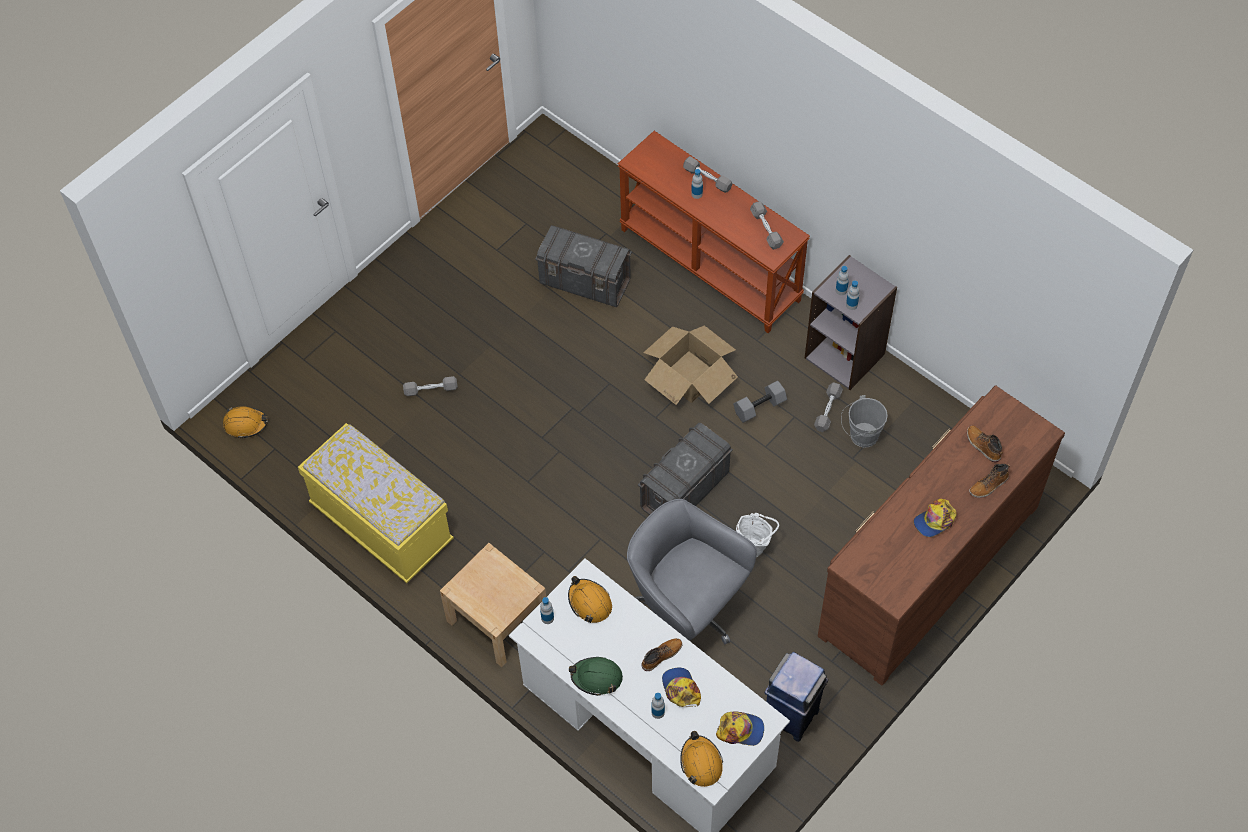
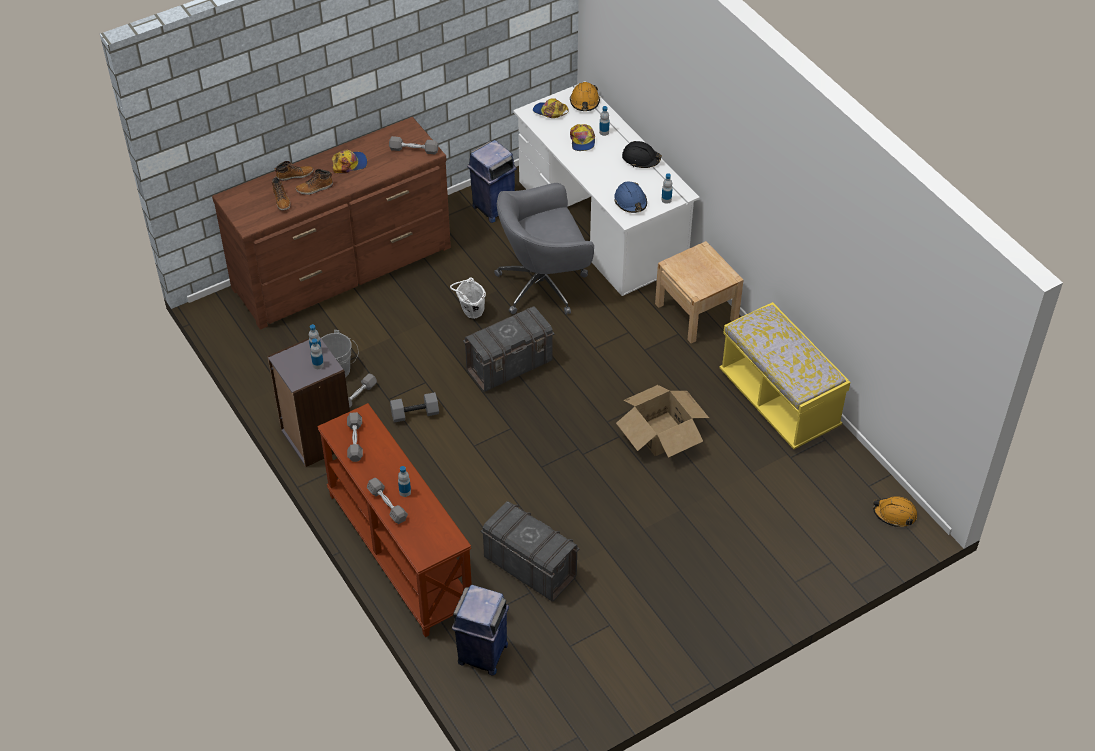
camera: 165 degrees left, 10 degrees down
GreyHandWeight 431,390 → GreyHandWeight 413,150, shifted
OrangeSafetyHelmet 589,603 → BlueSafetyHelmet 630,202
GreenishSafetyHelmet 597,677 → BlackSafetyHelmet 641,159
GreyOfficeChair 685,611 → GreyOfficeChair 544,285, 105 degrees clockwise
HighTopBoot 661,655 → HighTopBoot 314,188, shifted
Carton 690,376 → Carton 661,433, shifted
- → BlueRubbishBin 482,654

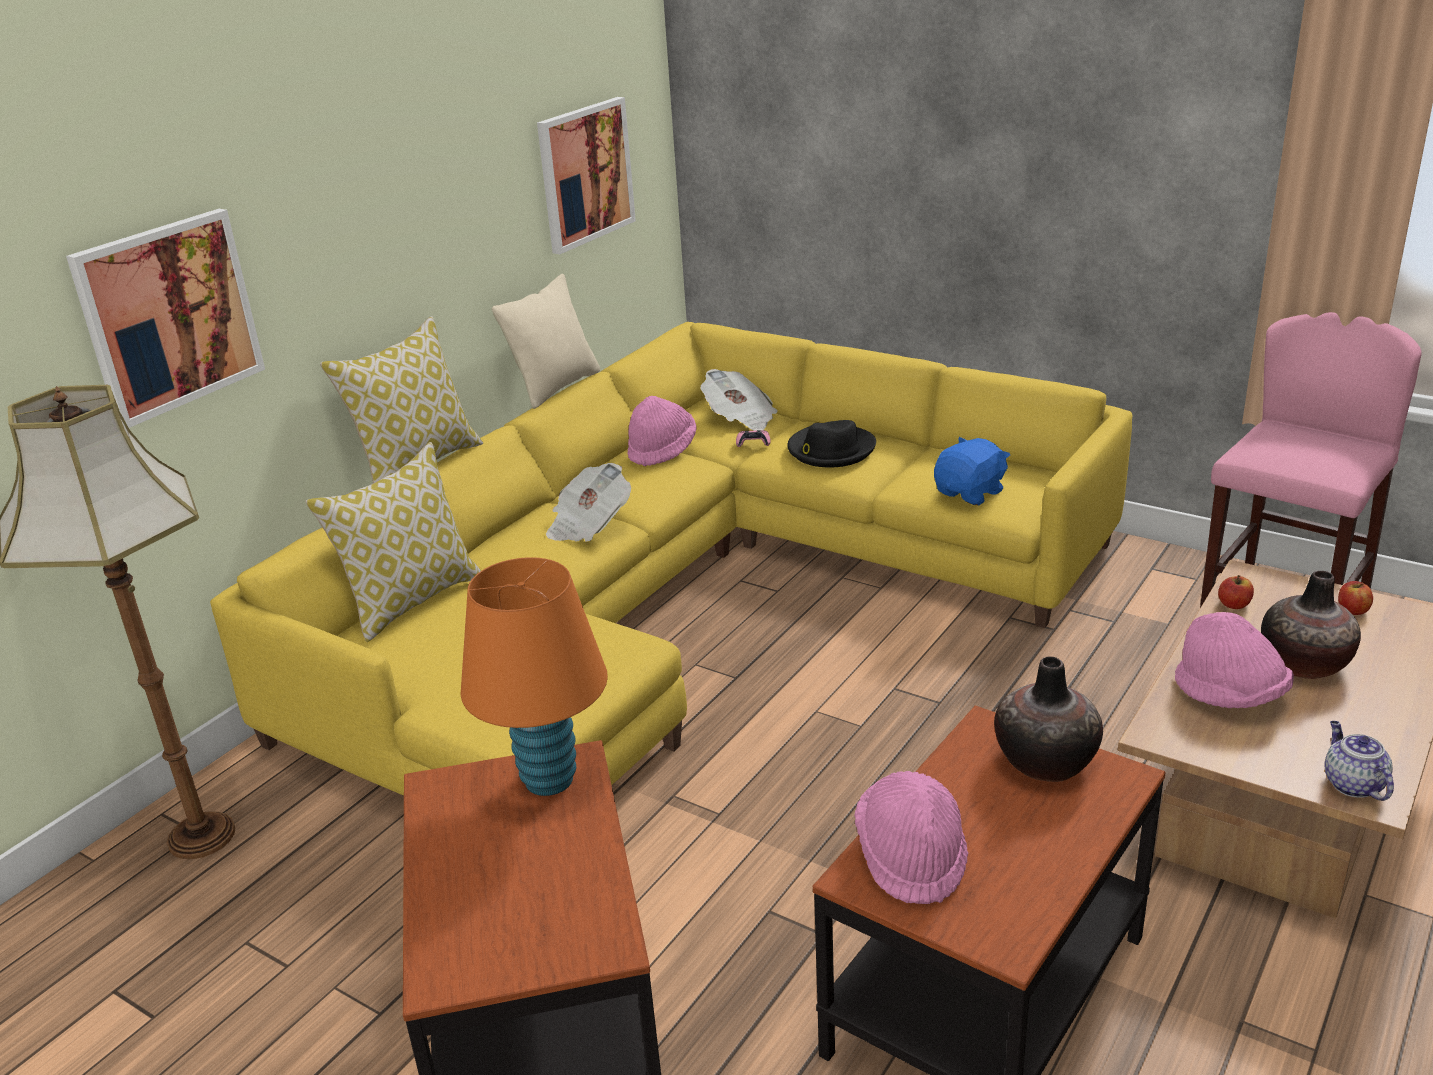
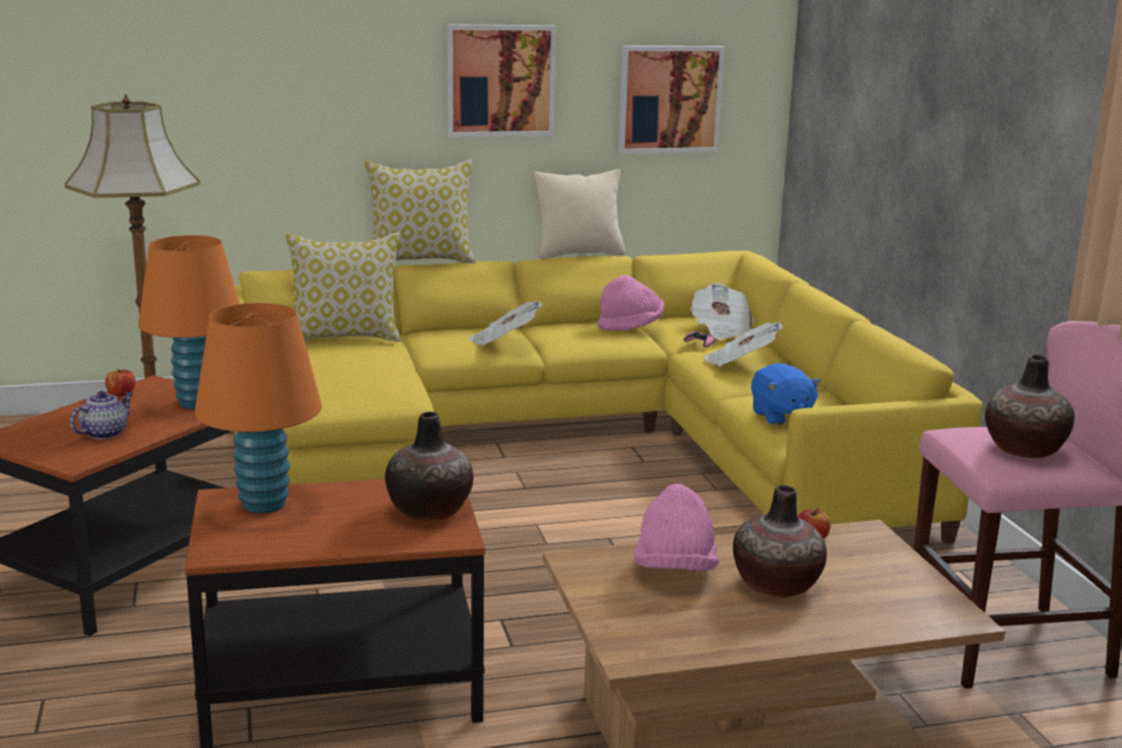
camera: 40 degrees right, 10 degrees down
WallArt 169,316 → WallArt 500,80, shifted
BlackWearableHat 830,450 → DailyPaper 740,363
PinkishWearableHat 911,857 → OrangeTableLamp 263,504
BlueSoftToy 970,493 → BlueSoftToy 781,416, 75 degrees clockwise
PotForTea 1352,784 → PotForTea 105,433, shifted
Apple 1352,610 → Apple 121,394, shifted
- → FlowerVase 1024,449

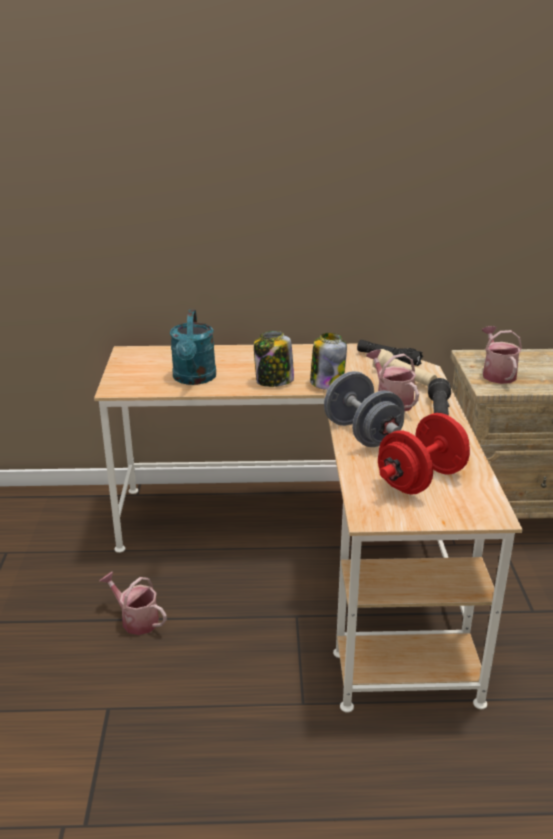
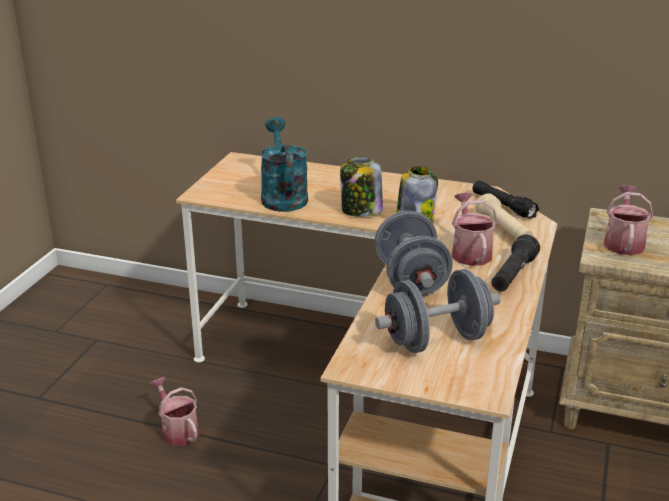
camera: 20 degrees right, 0 degrees up
TurquoiseColouredWateringCan 194,379 → TurquoiseColouredWateringCan 282,196, 150 degrees clockwise
RedHandWeight 421,480 → GreyHandWeight 436,340

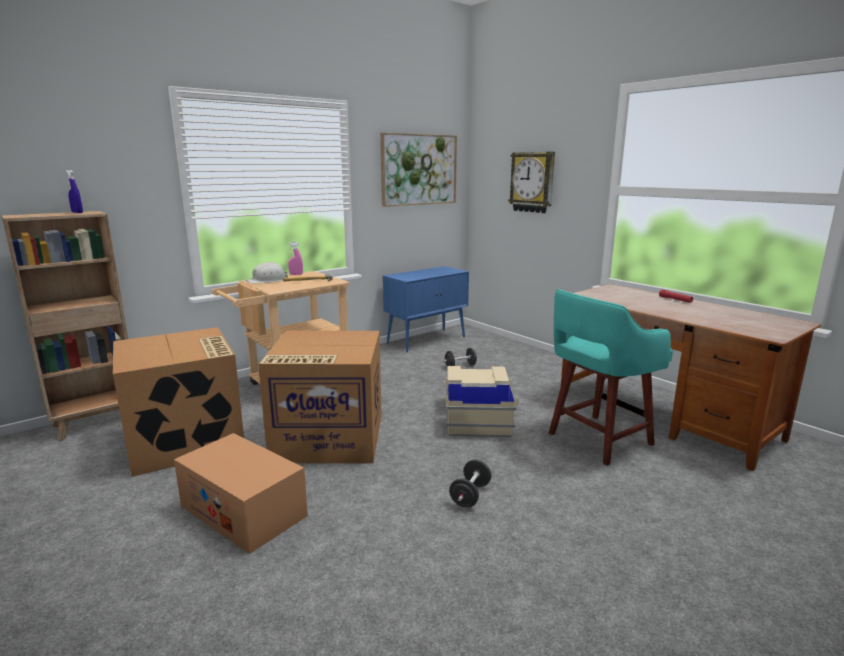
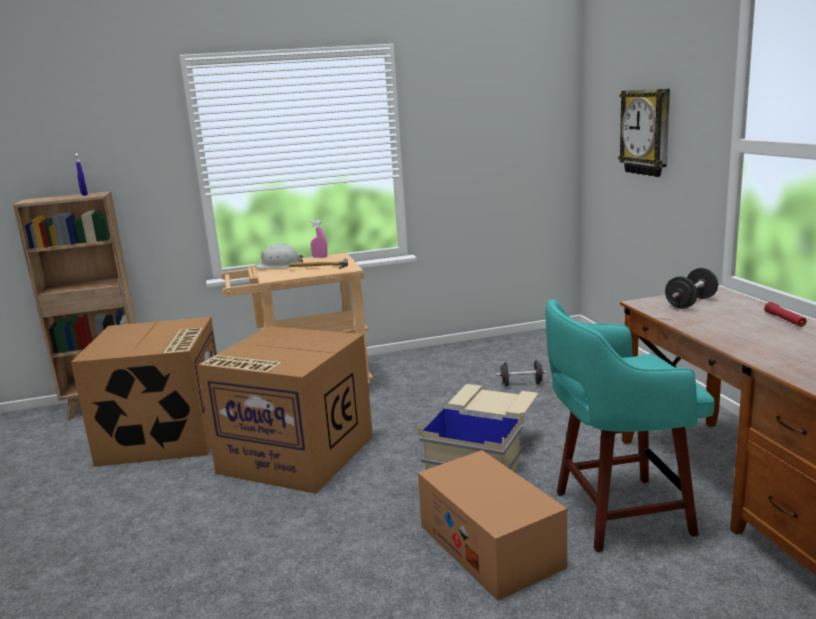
camera: 25 degrees right, 0 degrees up
Carton 243,511 → Carton 490,546, shifted
WallArt 419,170 → -
BlueCupboard 427,340 → -
BlackHandWeight 470,495 → BlackHandWeight 690,303, shifted

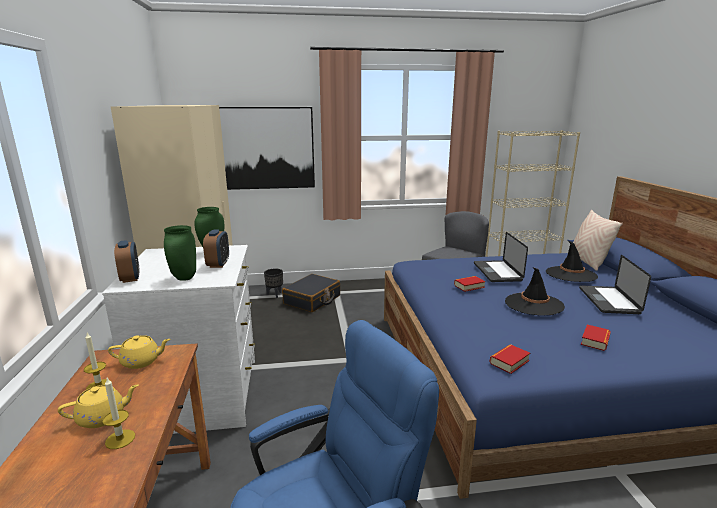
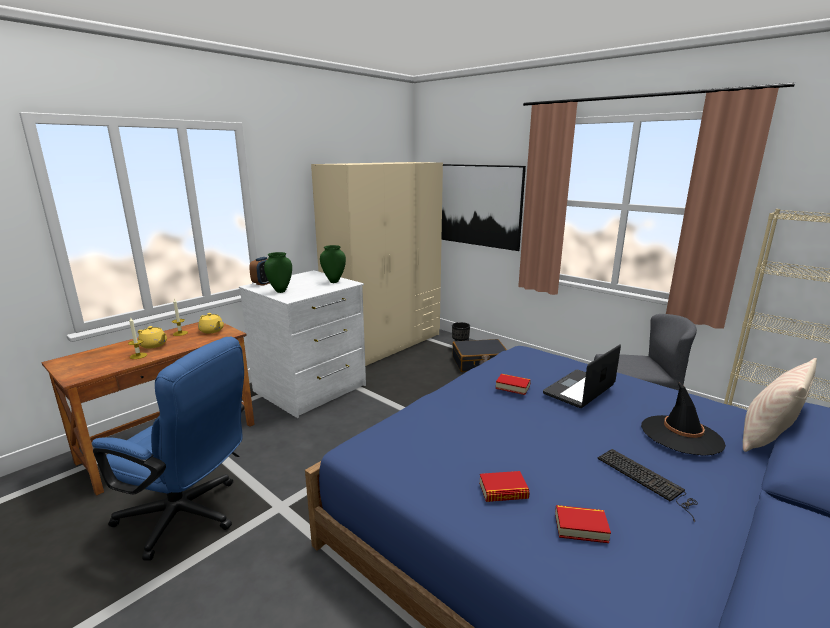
camera: 50 degrees right, 0 degrees up
BedsideClock 218,264 → -
Volume 509,362 → Volume 581,527, shifted
BlackWearableHat 533,304 → -
Laptop 608,300 → ComputerKeyboard 647,480

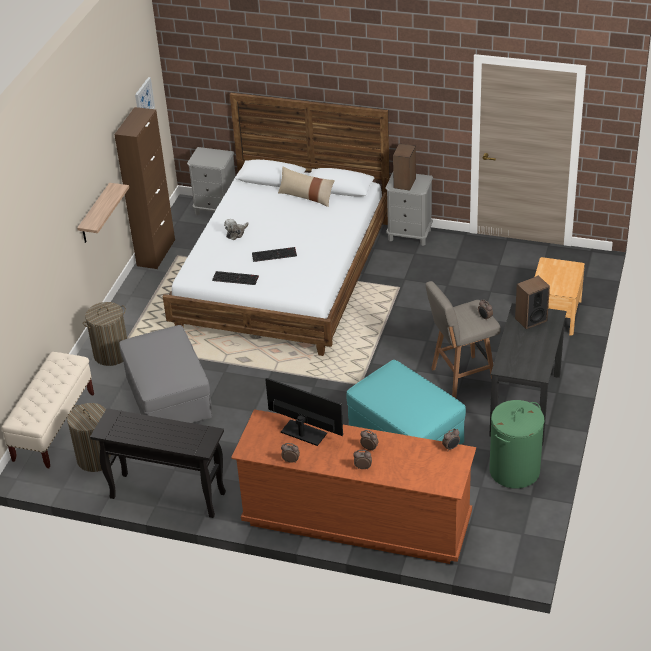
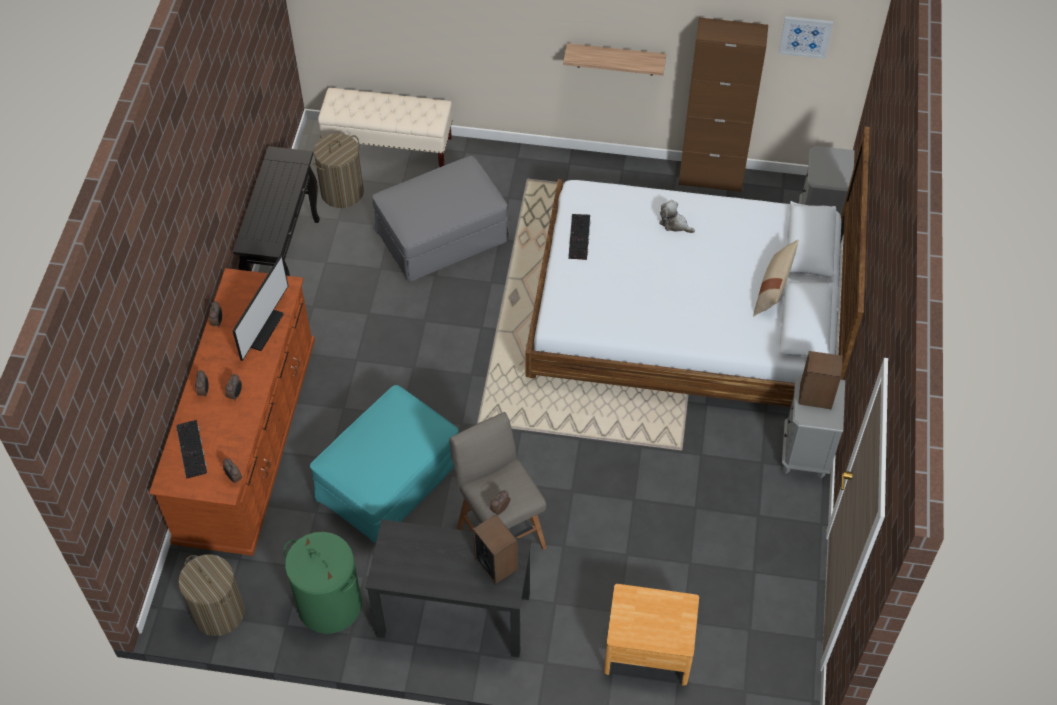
camera: 80 degrees right, 15 degrees up
WashingBasket 111,354 → WashingBasket 219,612, shifted
ComputerKeyboard 274,254 → ComputerKeyboard 192,449, shifted

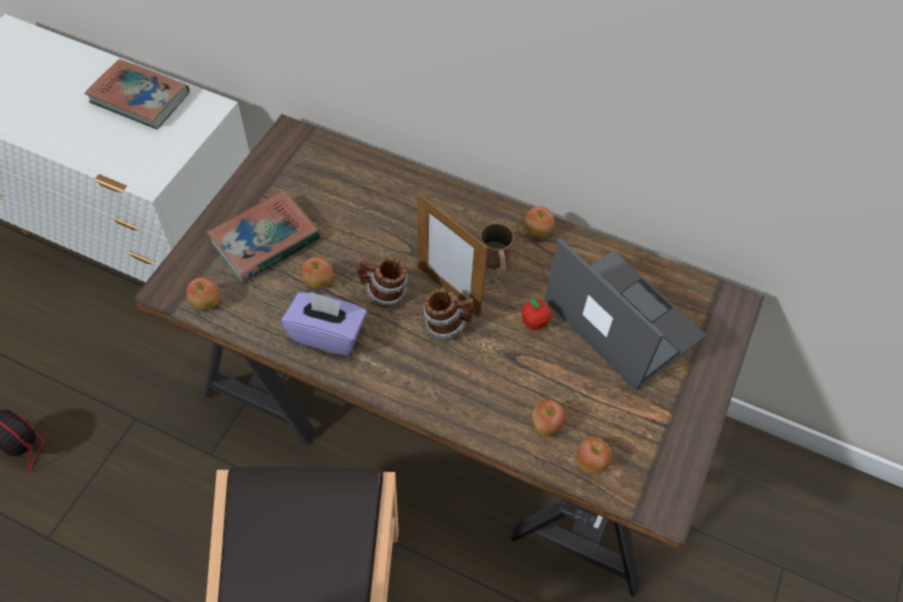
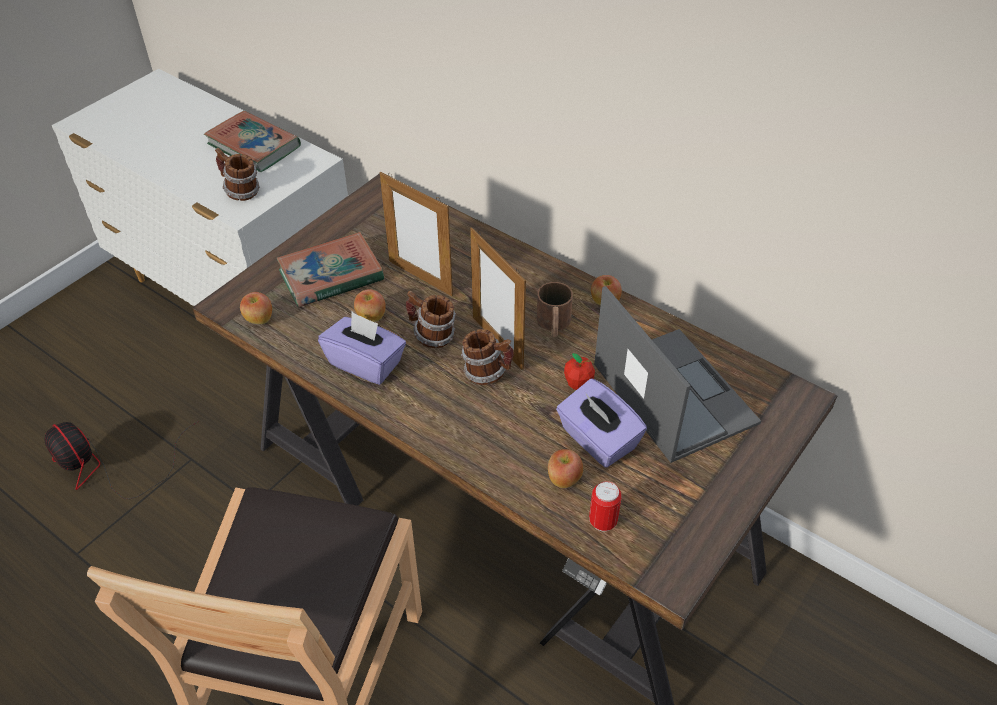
camera: 15 degrees right, 10 degrees down
Apple 591,462 → MetalCan 602,522
- → CoffeeMug 240,192
- → PictureFrame 420,278
- → PurpleColouredTissueHolder 597,440

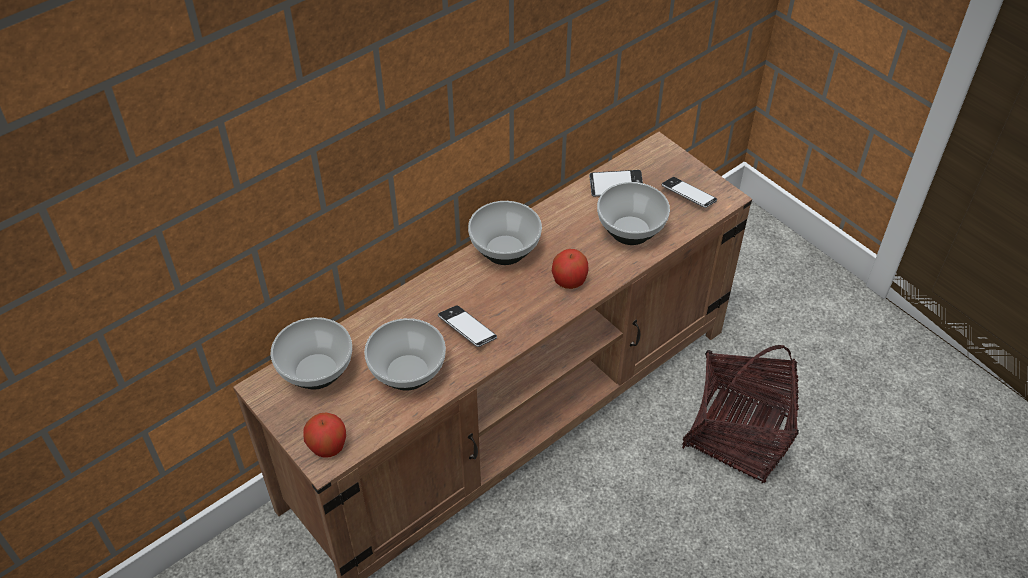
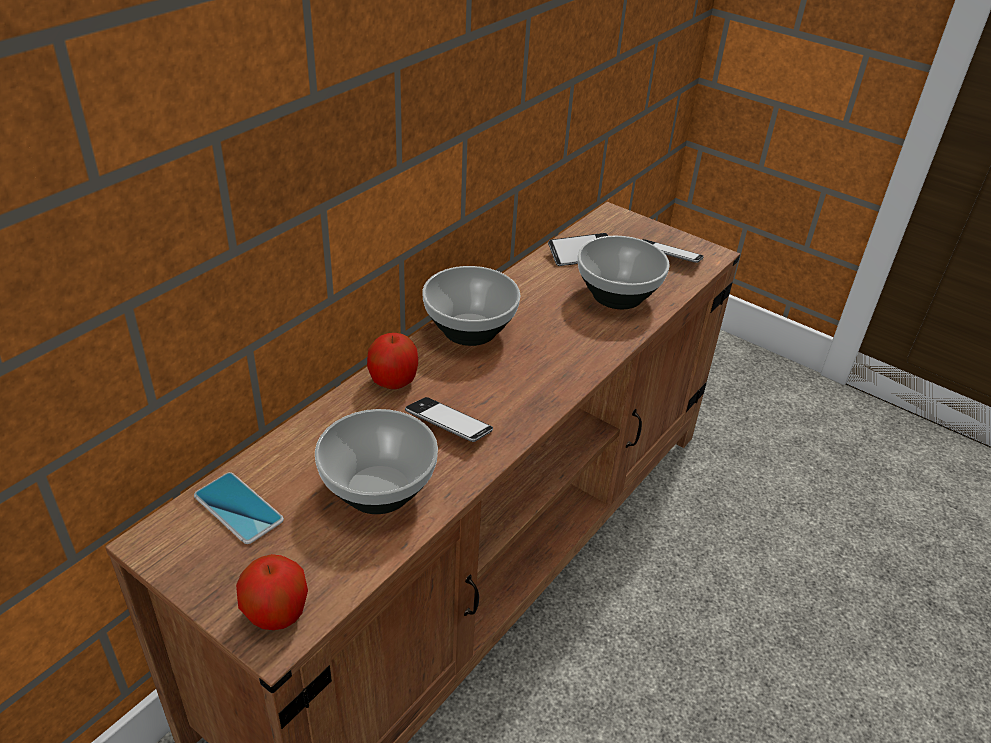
camera: 15 degrees left, 10 degrees down
ServingBowl 316,373 → Handset 238,508
Apple 569,281 → Apple 393,381, shifted
Basket 739,434 → -

